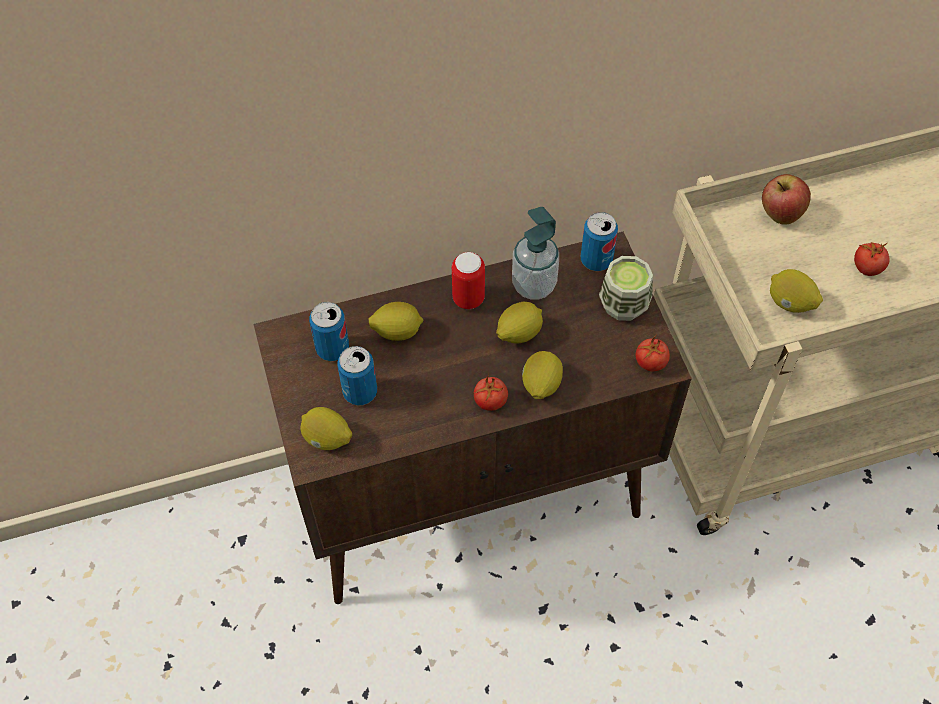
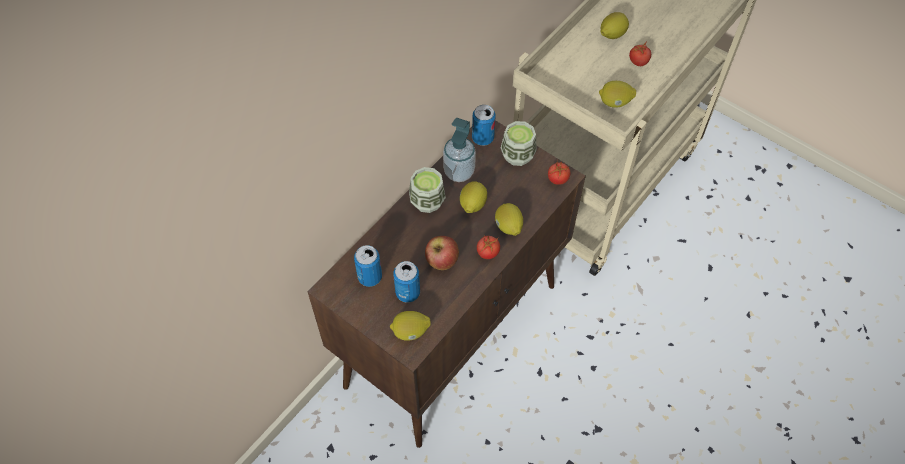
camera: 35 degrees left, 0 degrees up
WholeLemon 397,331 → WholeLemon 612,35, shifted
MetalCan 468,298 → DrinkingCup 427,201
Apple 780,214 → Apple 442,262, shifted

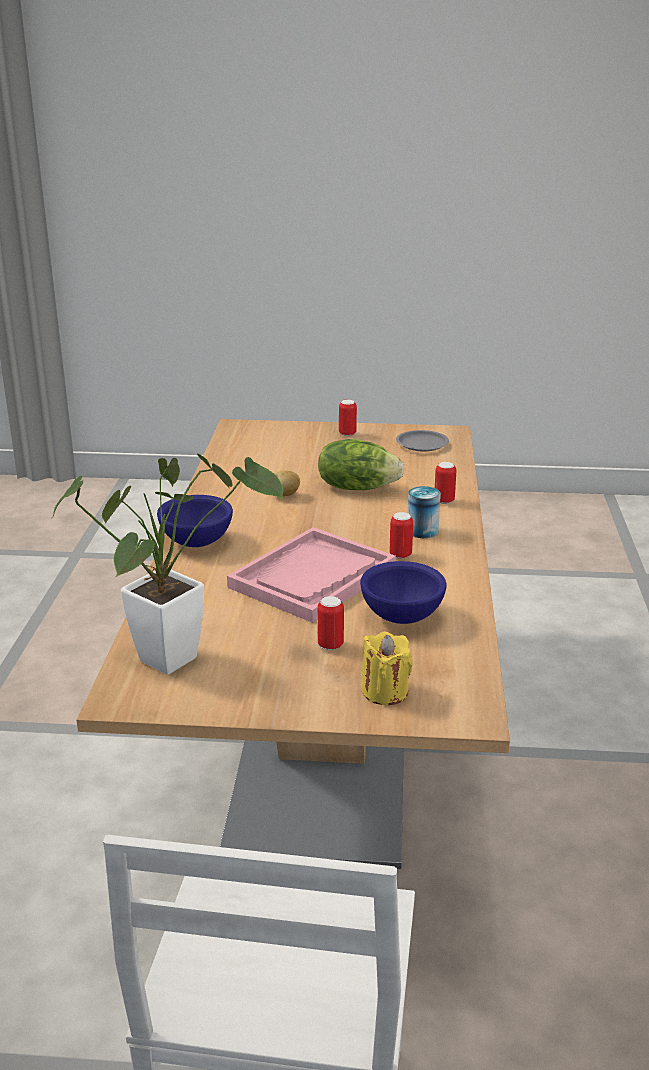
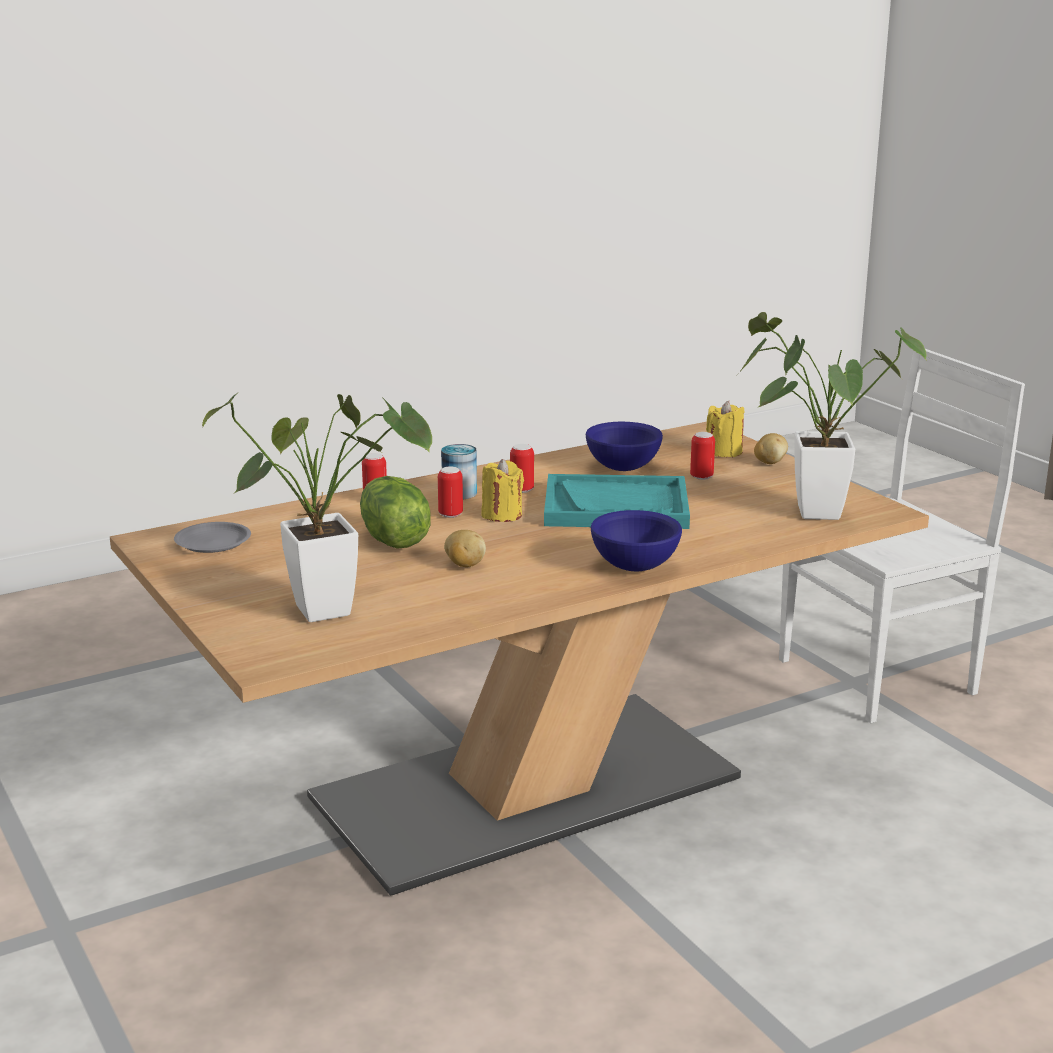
camera: 125 degrees left, 5 degrees down
PinkishServingTray 312,577 → TurquoiseColouredServingTray 616,506
MetalCan 347,434 → MetalCan 450,514, shifted
- → PlantInAPot 337,609
- → YellowishWaxLight 502,515
- → Potato 769,463

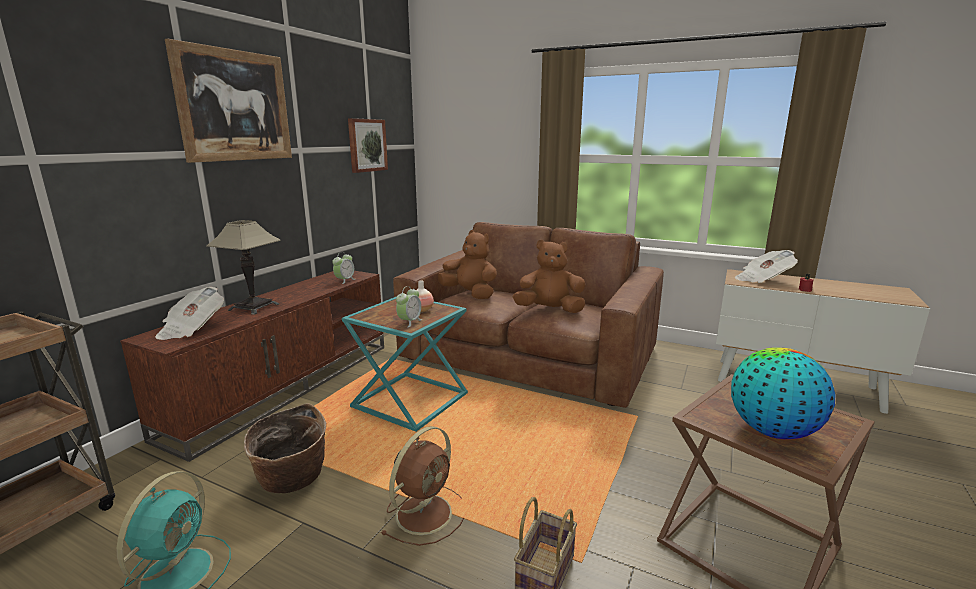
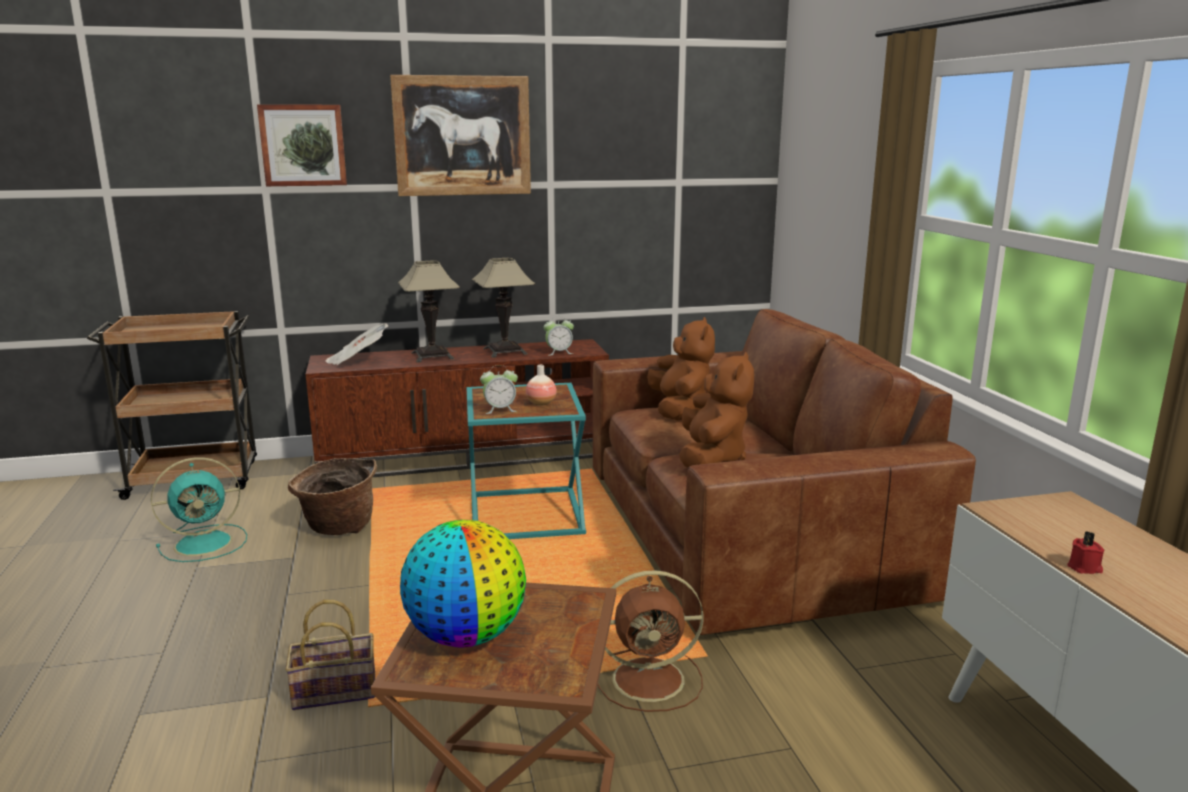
camera: 50 degrees right, 0 degrees up
WallArt 367,145 → WallArt 303,145, shifted
BrownColouredElectricFan 425,512 → BrownColouredElectricFan 651,679, shifted
BrownColouredSoftToy 549,310 → BrownColouredSoftToy 711,458, 45 degrees clockwise
DailyPaper 762,280 → -
- → TableLamp 505,351

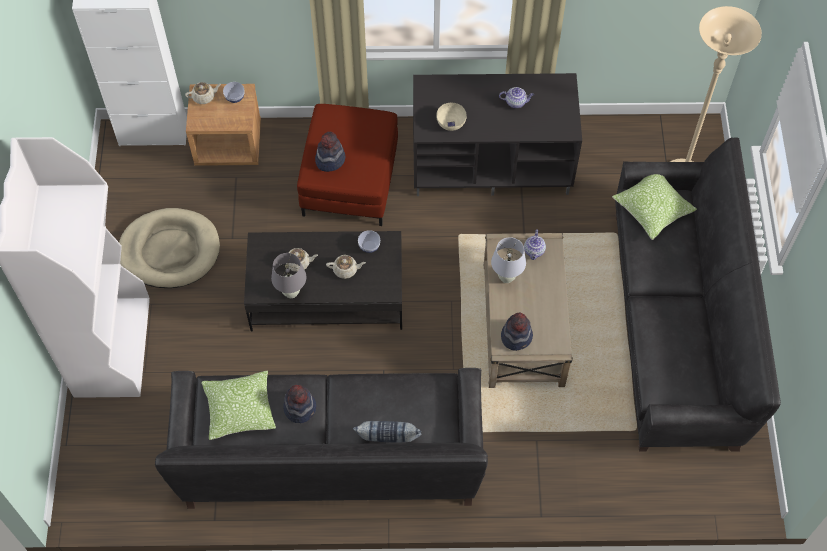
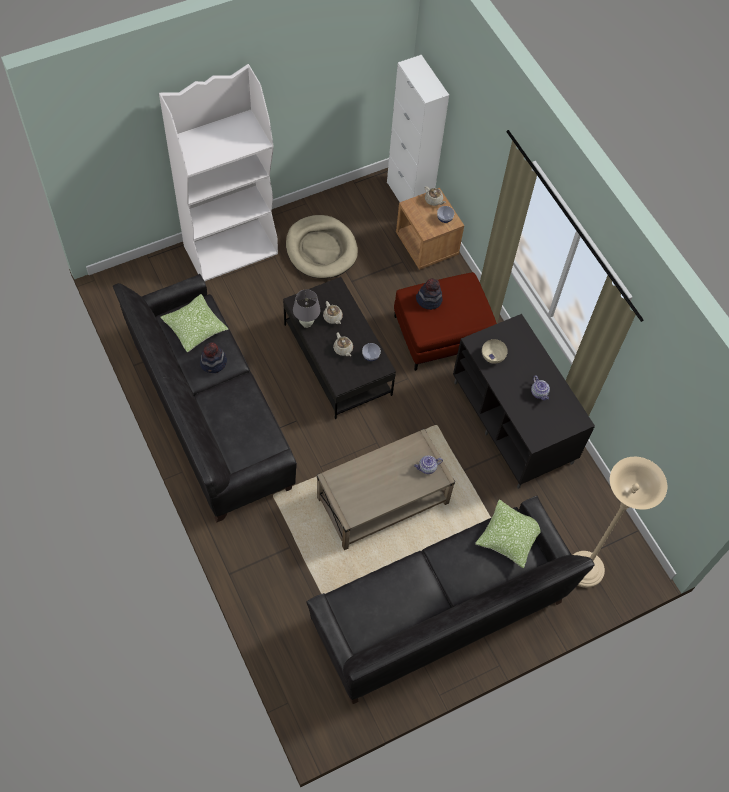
camera: 60 degrees right, 0 degrees up
Cushion 388,442 → -
WhiteTableLamp 506,277 → -
WearableHat 517,336 → -

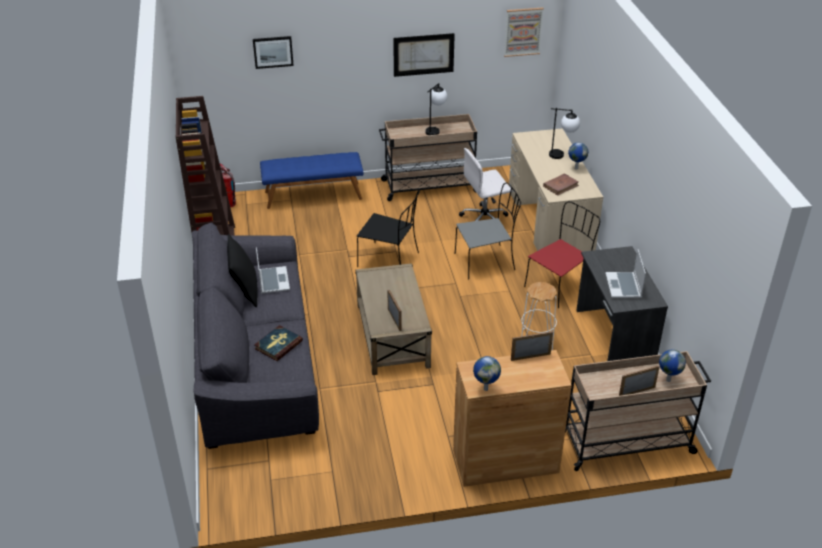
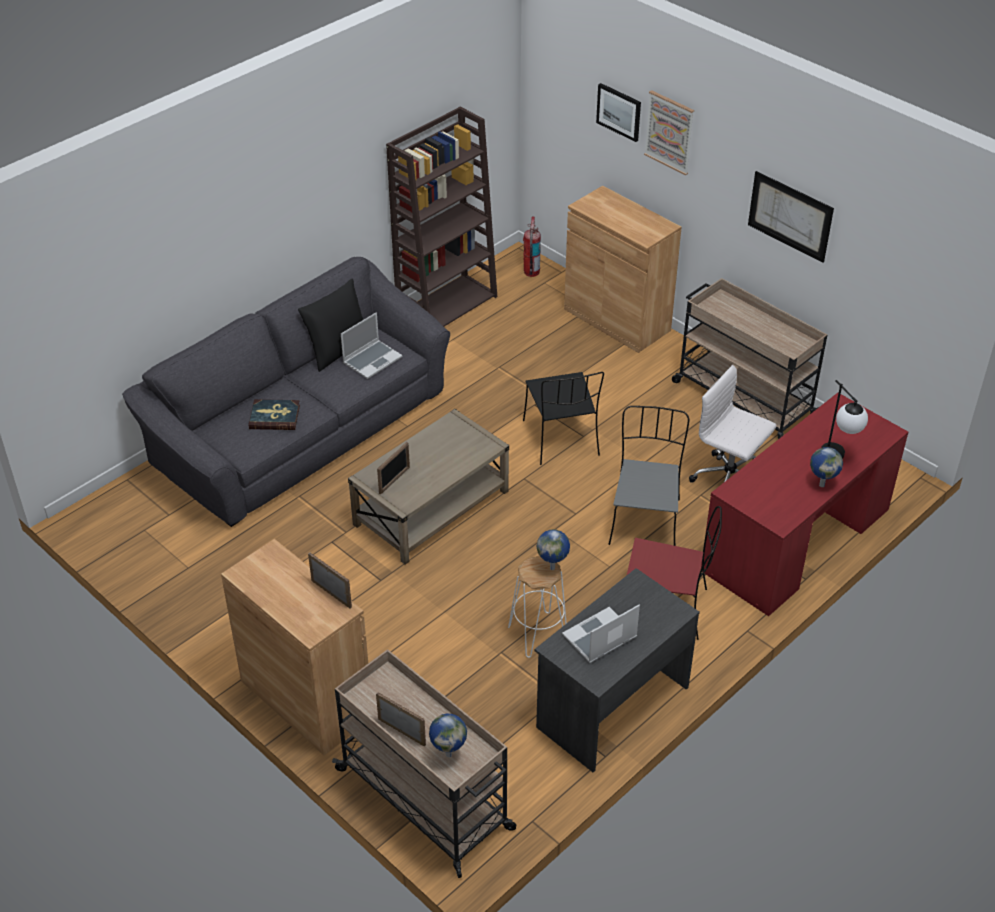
camera: 55 degrees right, 5 degrees up
BlueBench 313,195 → BrownColouredCupboard 617,320
TableLamp 435,130 → -
GreyPlainChair 486,261 → GreyPlainChair 645,520, 120 degrees counterclockwise
Globe 486,388 → Globe 553,567, shifted
WallArt 523,31 → WallArt 669,132, shifted
BeigeDeskUnit 549,221 → RedDeskUnit 795,539
BrownColouredVolume 560,186 → -

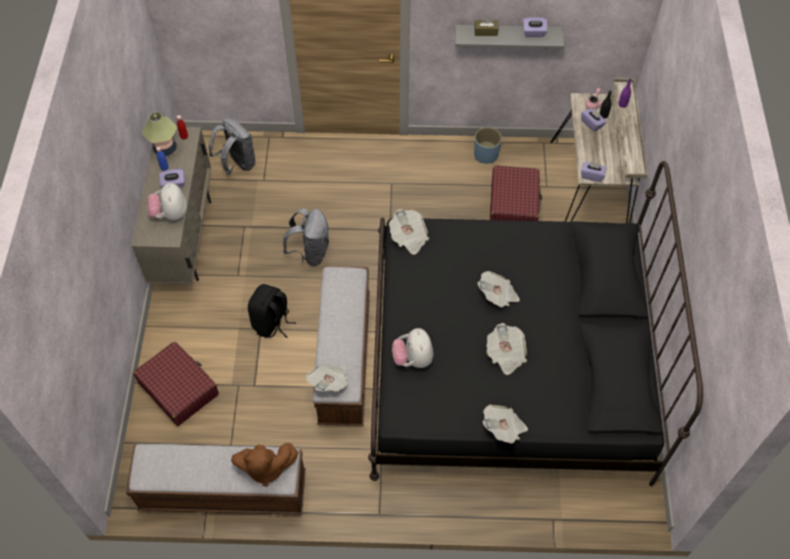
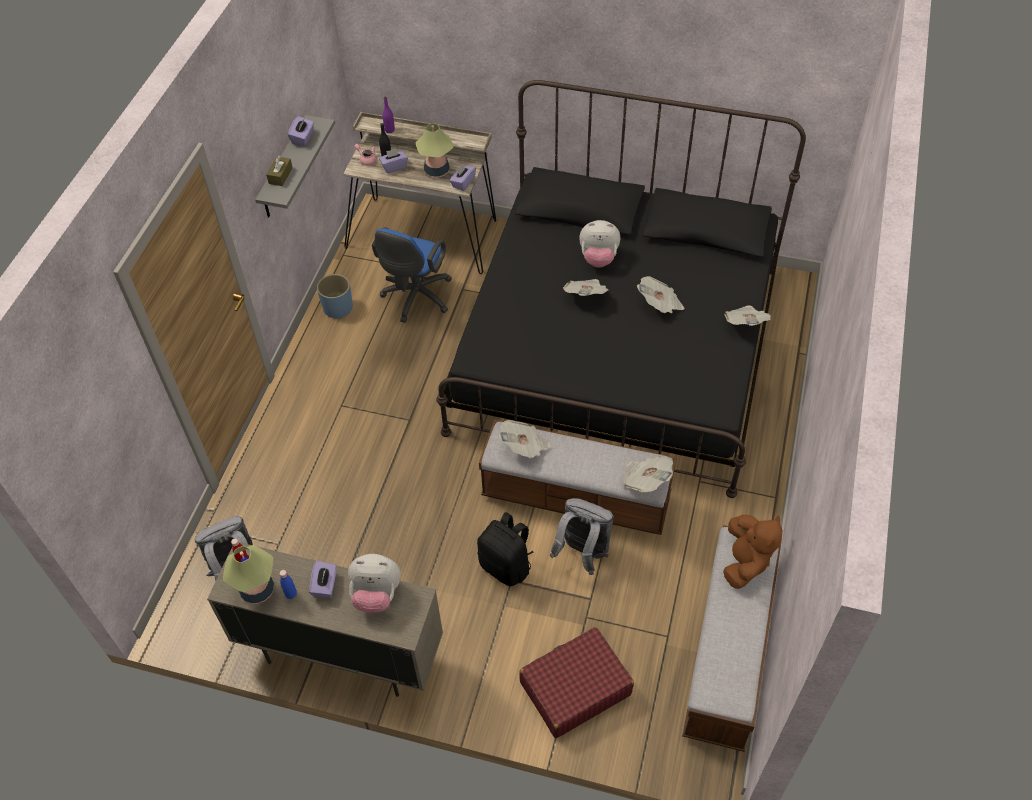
camera: 75 degrees left, 5 degrees down
GreyKnapsack 310,252 → GreyKnapsack 582,553, shifted
DailyPaper 409,237 → DailyPaper 525,447, shifted
SoftToy 413,358 → SoftToy 598,258, shifted
RedSuitcase 513,203 → BlueOfficeChair 415,299
- → TableLamp 436,171

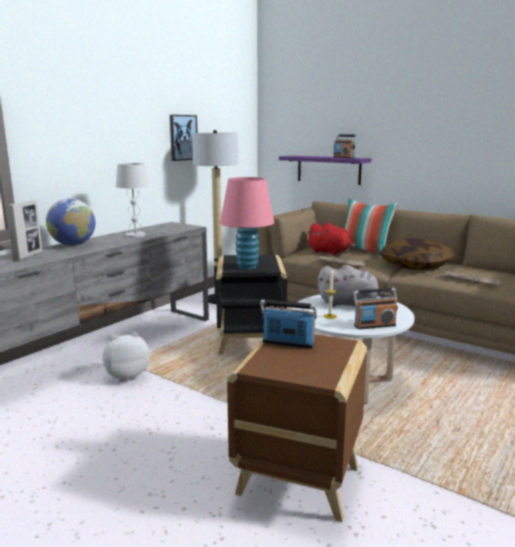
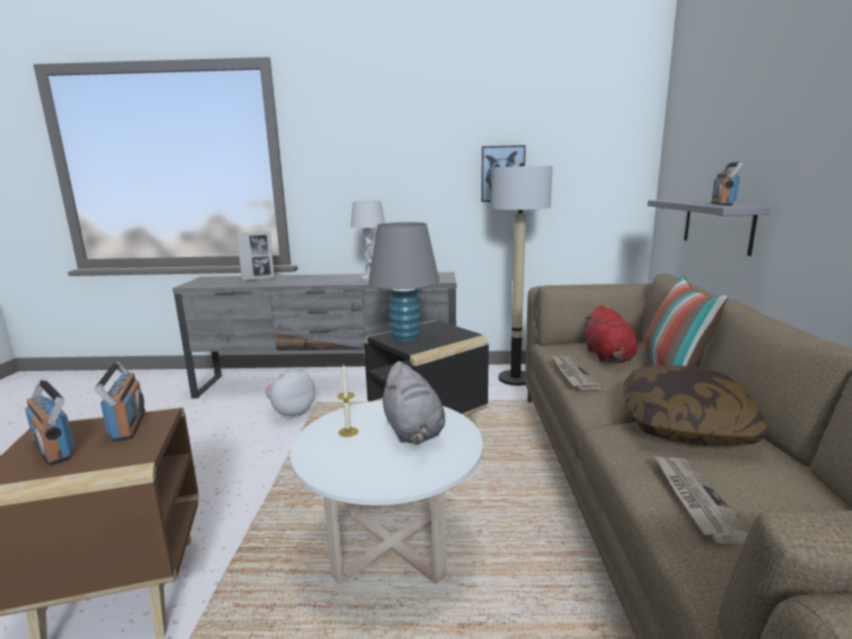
camera: 55 degrees right, 0 degrees up
Globe 73,245 → -
SoftToy 126,376 → SoftToy 291,413, 75 degrees counterclockwise
PinkishTableLamp 247,267 → GreyTableLamp 406,338
PurpleColouredWallShelf 328,169 → GreyWallShelf 717,225
Radio 374,325 → Radio 53,449, shifted

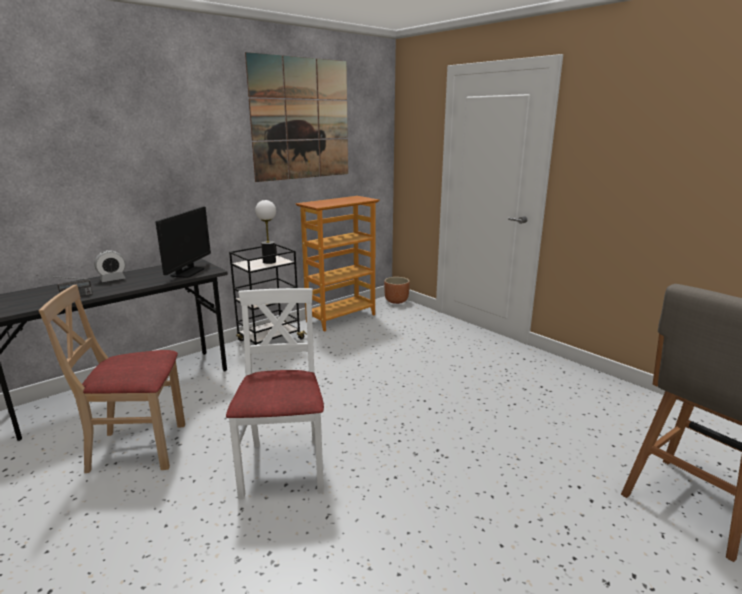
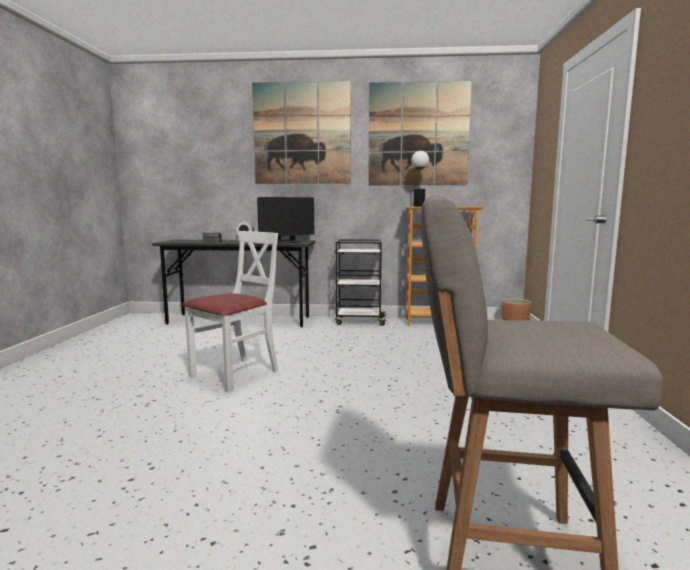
camera: 45 degrees right, 10 degrees down
BeigePlainChair 138,448 → -
TableLamp 269,262 → TableLamp 418,206, shifted
- → WallArt 302,133

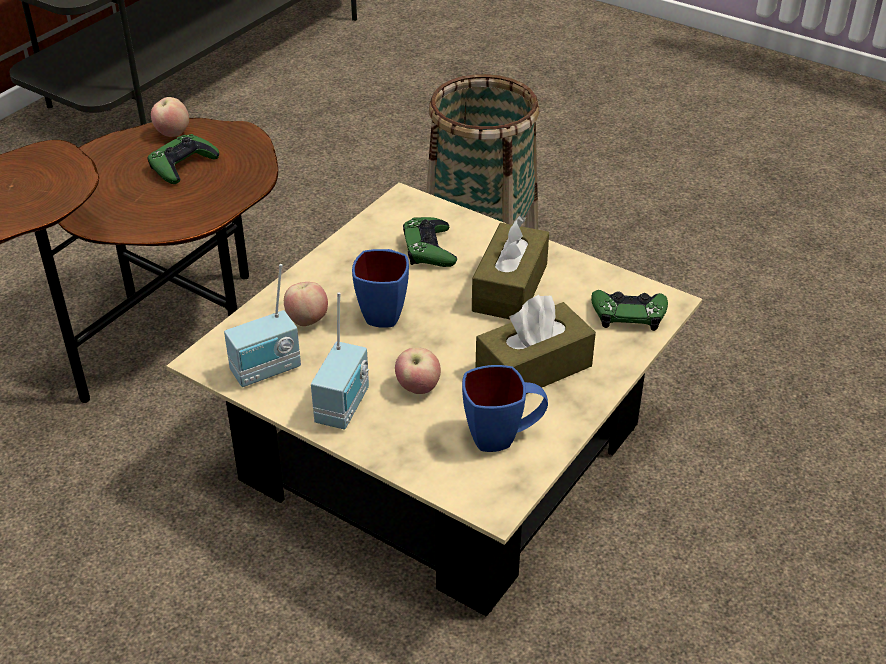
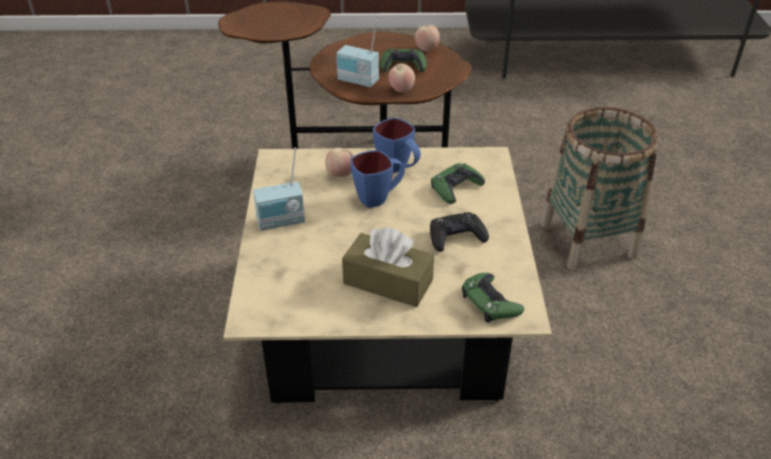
camera: 55 degrees right, 0 degrees up
Radio 267,371 → Radio 357,81, shifted
Apple 418,388 → Apple 401,90, shifted
BlueCoffeeMug 503,437 → BlueCoffeeMug 398,169, shifted
BrownColouredTissueHolder 510,288 → BlackGamepad 456,237

